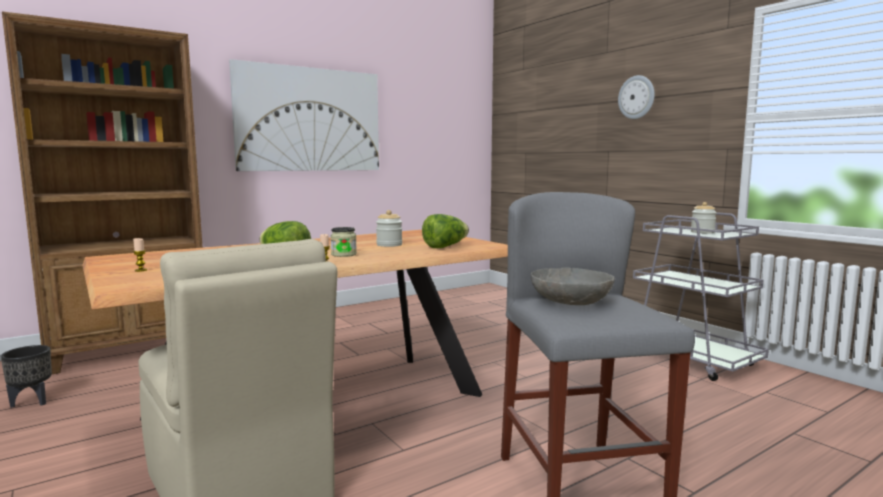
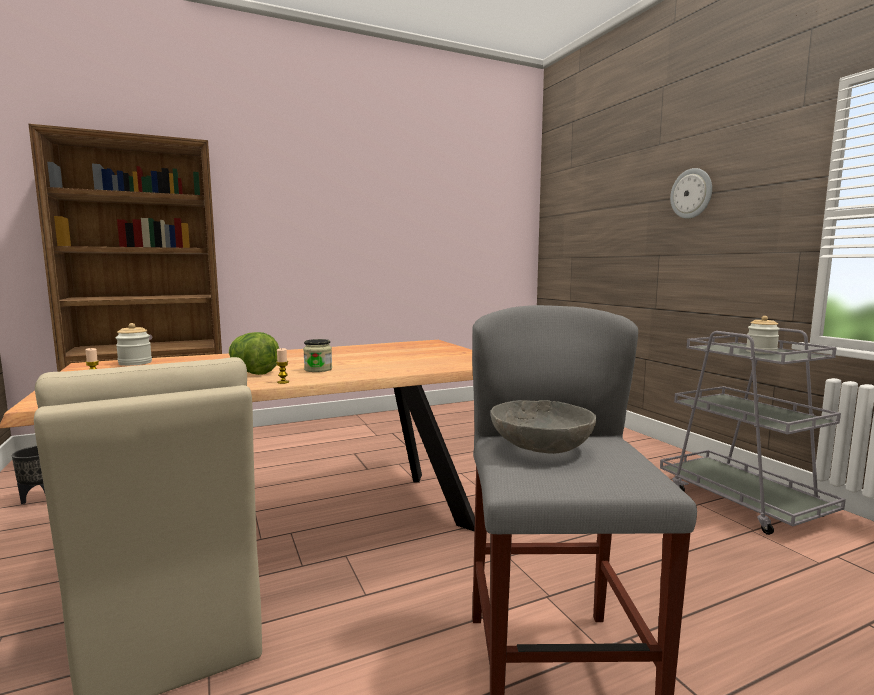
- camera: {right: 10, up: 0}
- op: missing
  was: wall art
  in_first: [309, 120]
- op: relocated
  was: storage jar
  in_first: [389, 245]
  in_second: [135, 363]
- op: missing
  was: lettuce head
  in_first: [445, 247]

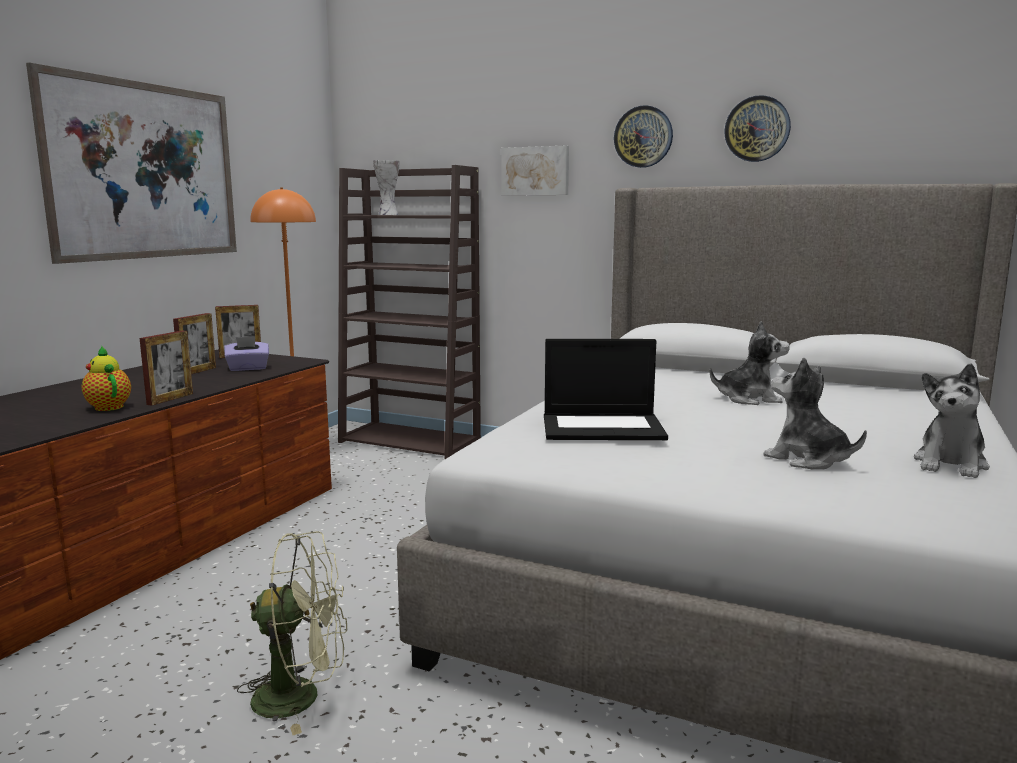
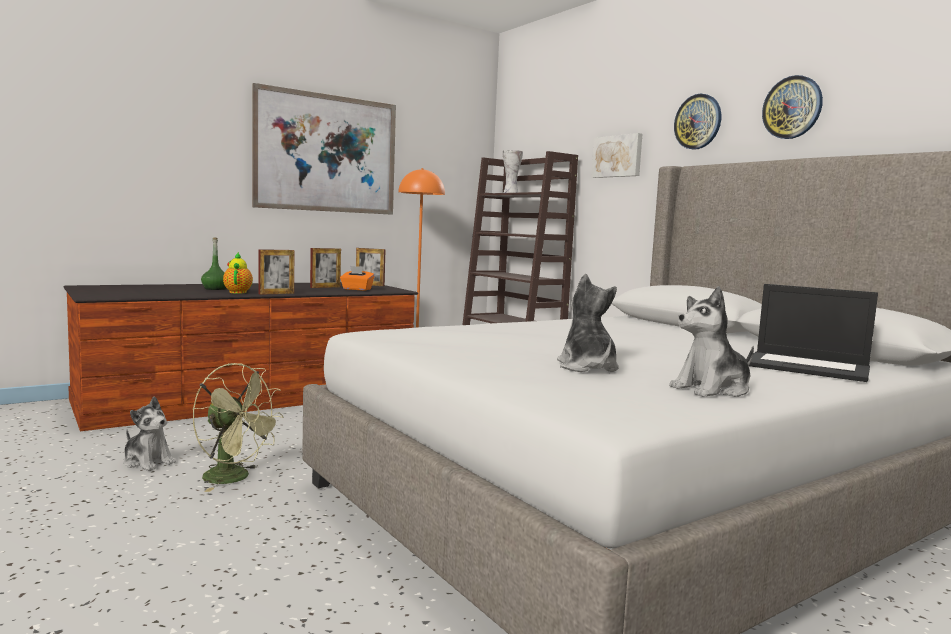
- camera: {right: 30, up: -5}
- op: relocated
  was: cuddly toy
  in_first: [748, 399]
  in_second: [148, 462]
- op: colour
  was: tissue holder (purplish)
  now: tissue holder (orange)
  in_first: [248, 368]
  in_second: [356, 289]
- op: relocated
  was: portable computer
  in_first: [603, 427]
  in_second: [808, 367]
- op: appeared
  now: beverage bottle (greenish)
  in_second: [215, 289]

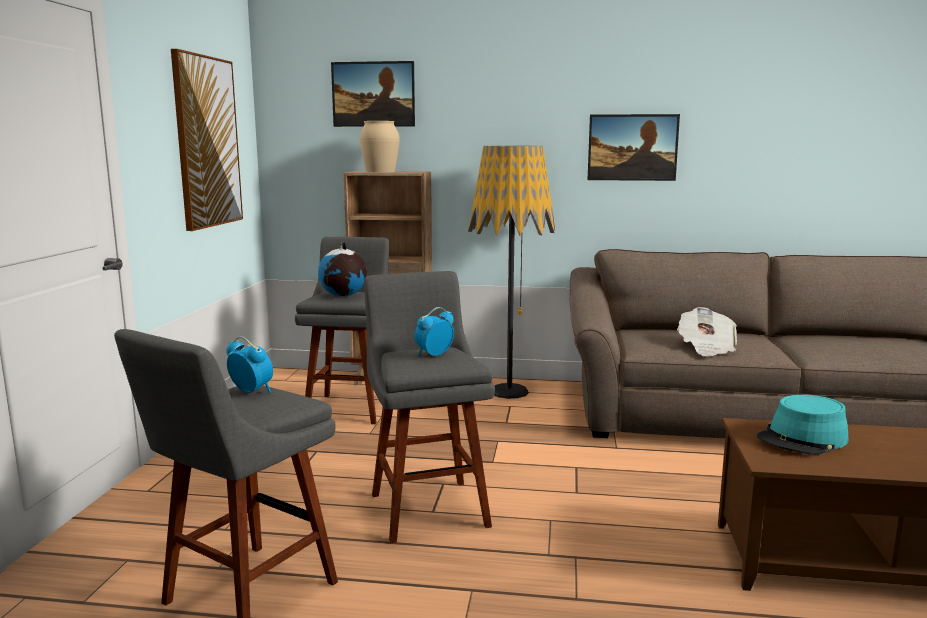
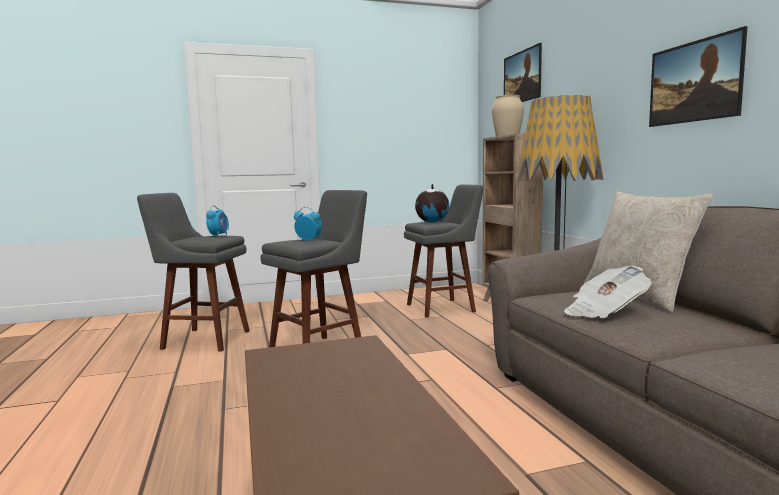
- camera: {right: 65, up: -5}
- op: missing
  was: wall art
  in_first: [207, 142]
- op: missing
  was: clothing hat (blue-green)
  in_first: [803, 439]
- op: appeared
  now: pillow (beige)
  in_second: [638, 297]

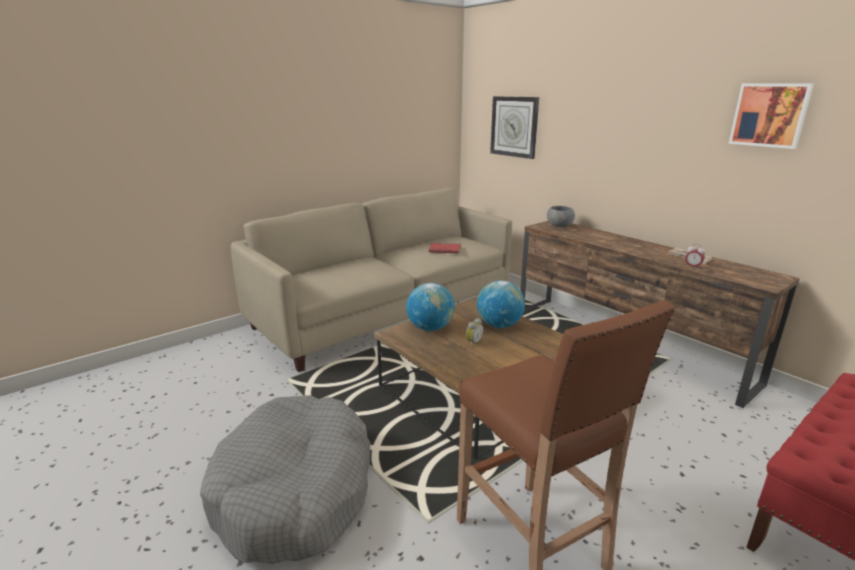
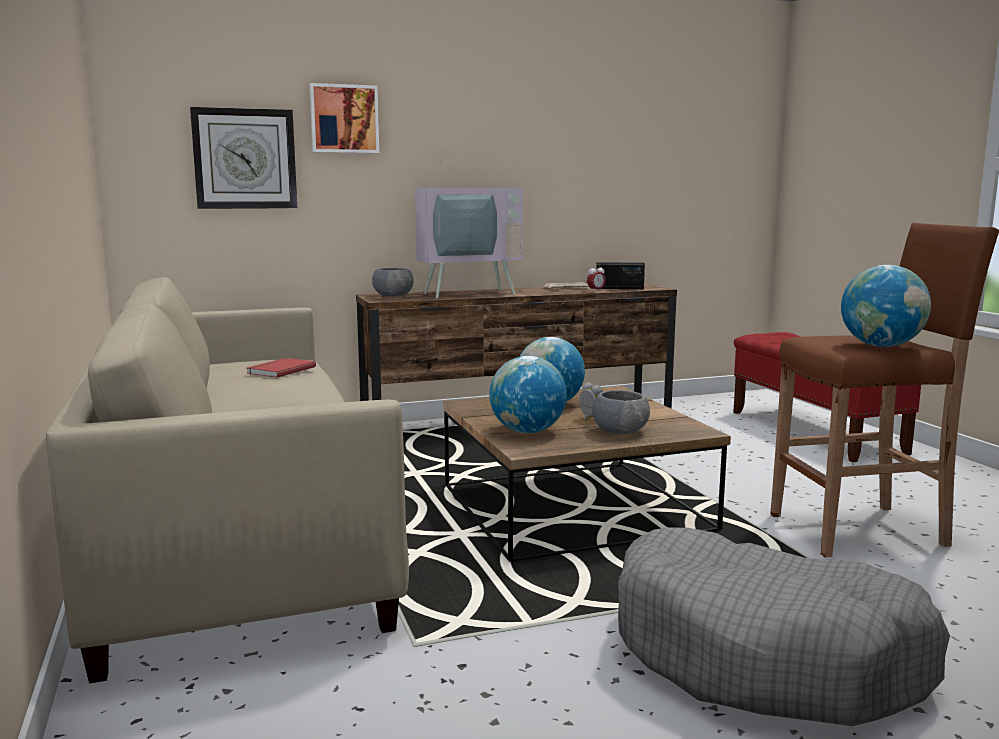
- camera: {right: -70, up: -10}
- op: relocated
  was: wall art
  in_first: [769, 115]
  in_second: [344, 119]
- op: appeared
  now: television
  in_second: [467, 293]
- op: appeared
  now: radio
  in_second: [619, 288]
- op: appeared
  now: globe
  in_second: [881, 346]
- op: appeared
  now: serving bowl (gray)
  in_second: [620, 431]

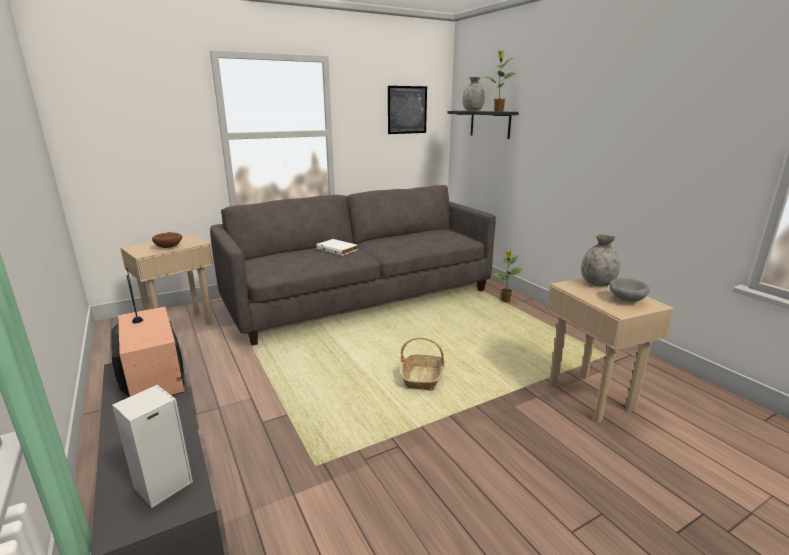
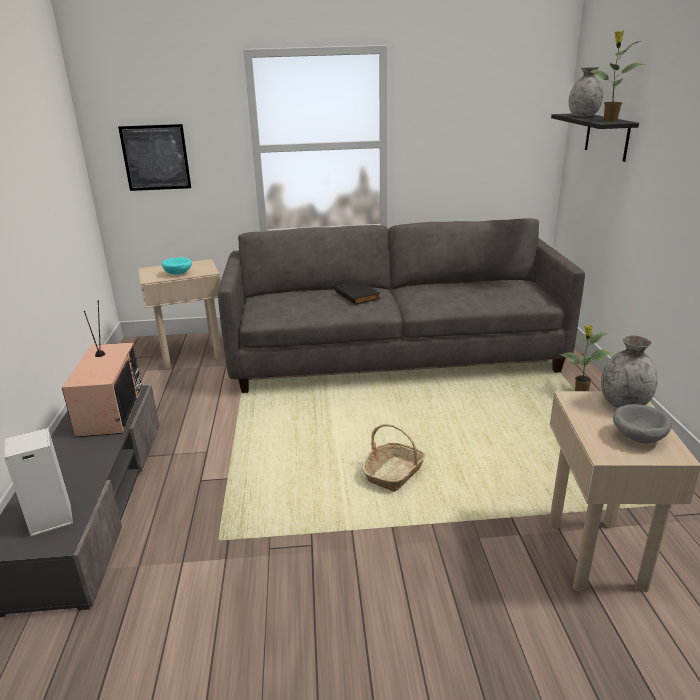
- camera: {right: 25, up: 5}
- op: relocated
  was: wall art
  in_first: [407, 110]
  in_second: [155, 157]
- op: colour
  was: serving bowl (brownish)
  now: serving bowl (blue-green)
  in_first: [169, 247]
  in_second: [179, 274]
- op: colour
  was: book (white)
  now: book (black-coloured)
  in_first: [338, 249]
  in_second: [358, 295]

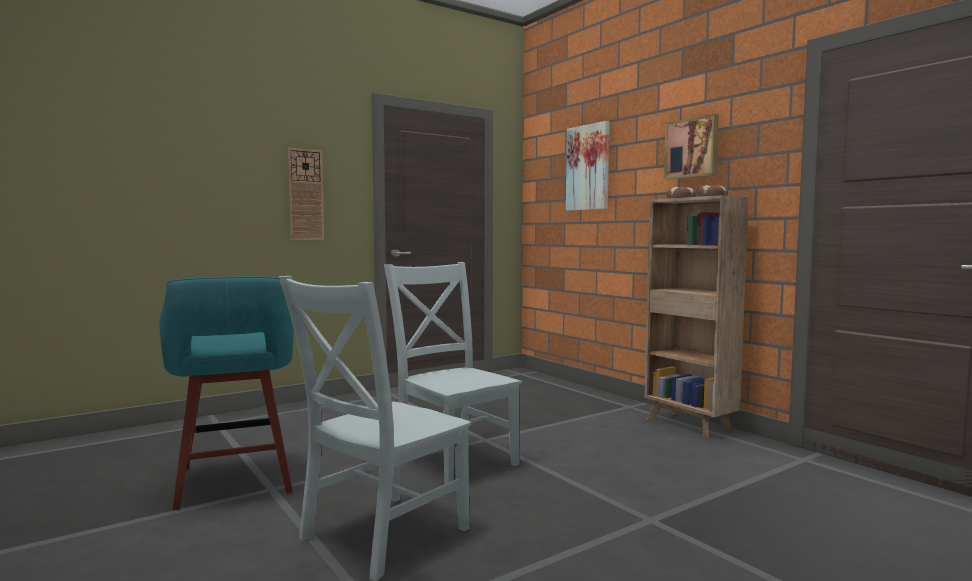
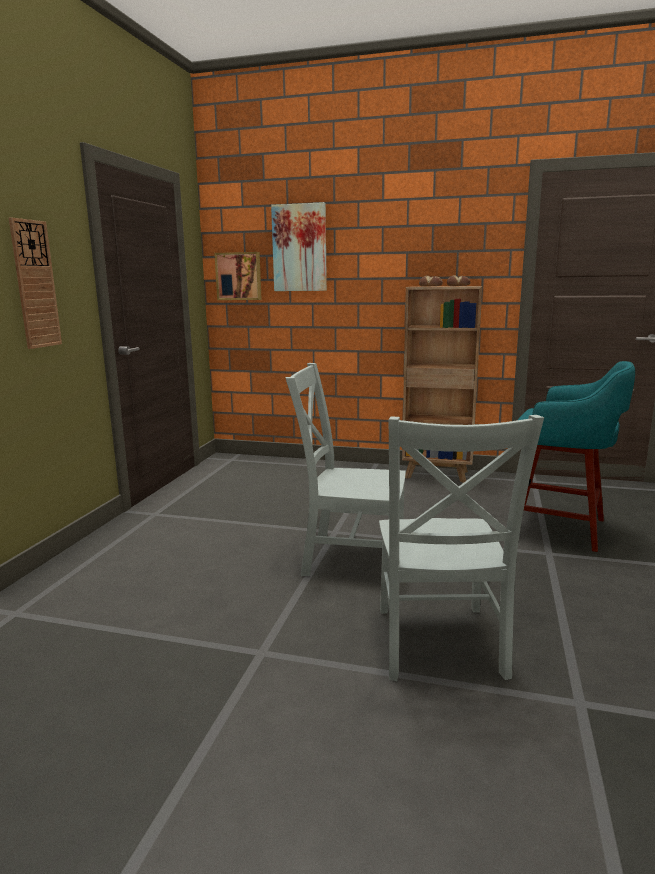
- camera: {right: -40, up: 10}
- op: relocated
  was: wall art
  in_first: [692, 148]
  in_second: [239, 276]
- op: relocated
  was: stool seat (blue-green)
  in_first: [234, 482]
  in_second: [559, 528]

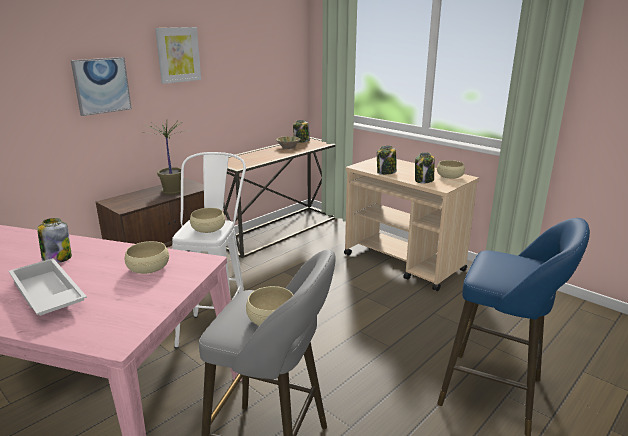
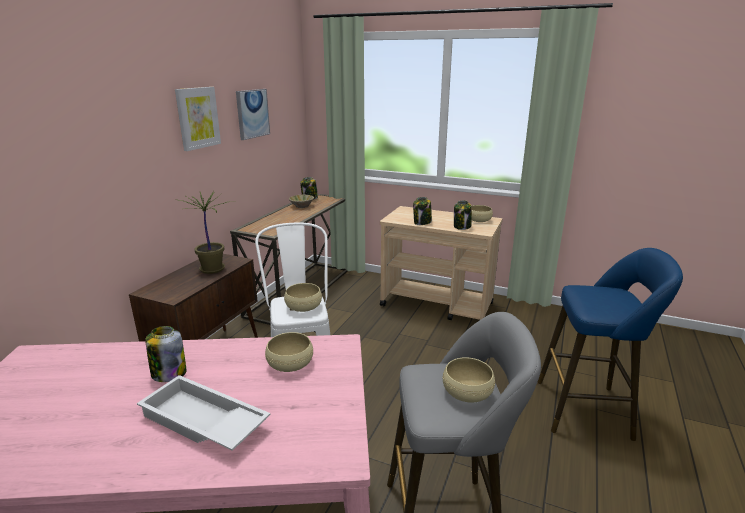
- camera: {right: -20, up: 0}
- op: relocated
  was: wall art
  in_first: [101, 85]
  in_second: [252, 113]

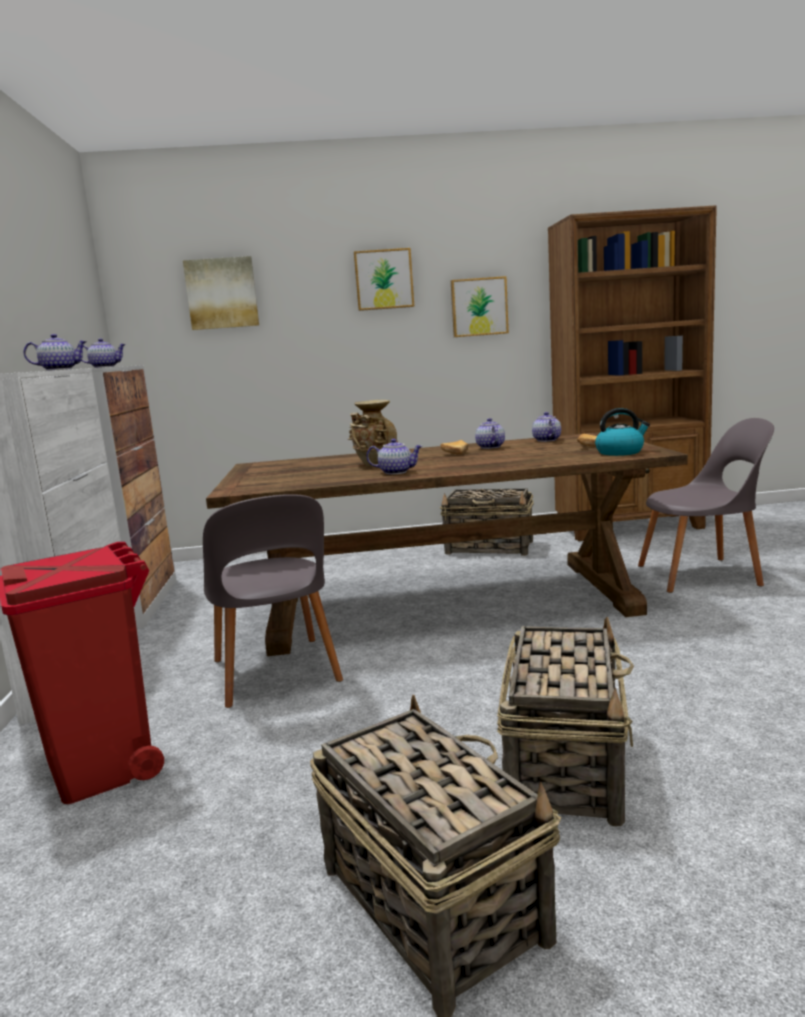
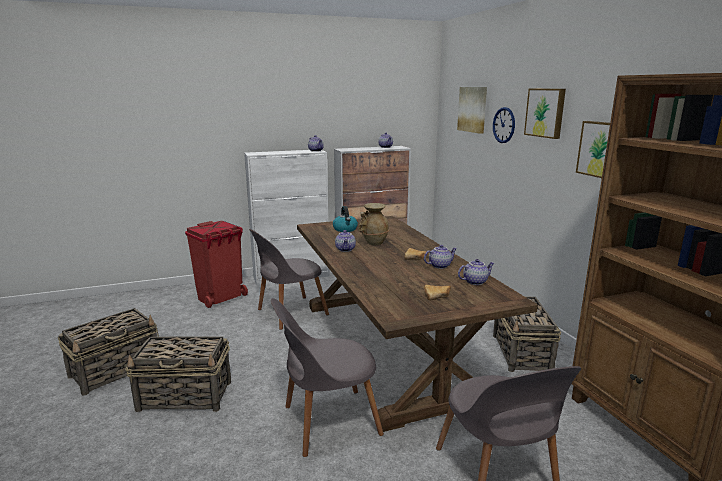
- camera: {right: 75, up: 5}
- op: relocated
  was: tea kettle
  in_first: [620, 452]
  in_second: [345, 229]
- op: appeared
  now: wall clock
  in_second: [504, 125]
- op: appeared
  now: plain chair (gray)
  in_second: [327, 421]

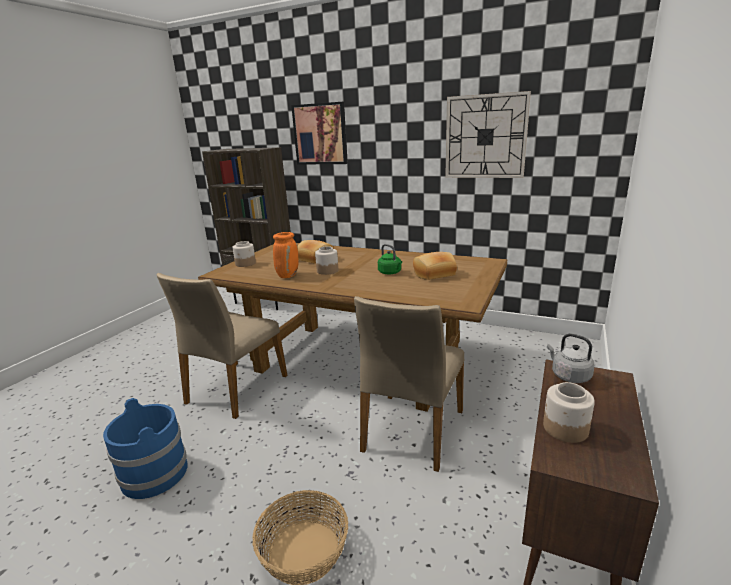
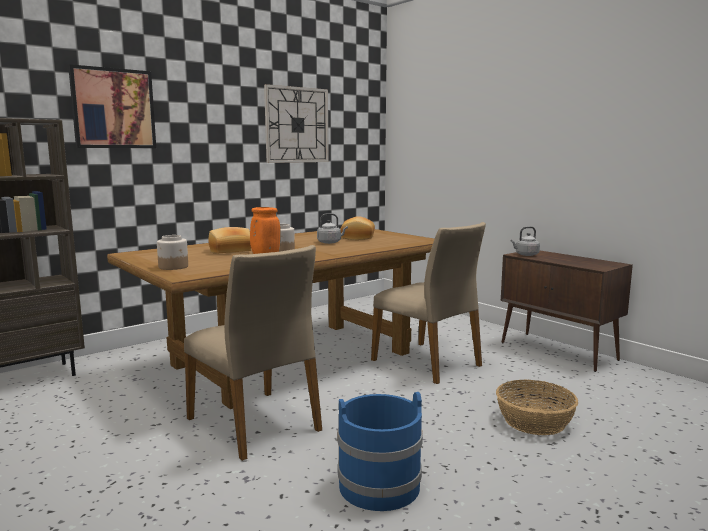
- camera: {right: -65, up: -10}
- op: colour
  was: tea kettle (greenish)
  now: tea kettle (gray)
  in_first: [390, 273]
  in_second: [330, 242]
- op: missing
  was: storage jar
  in_first: [565, 429]

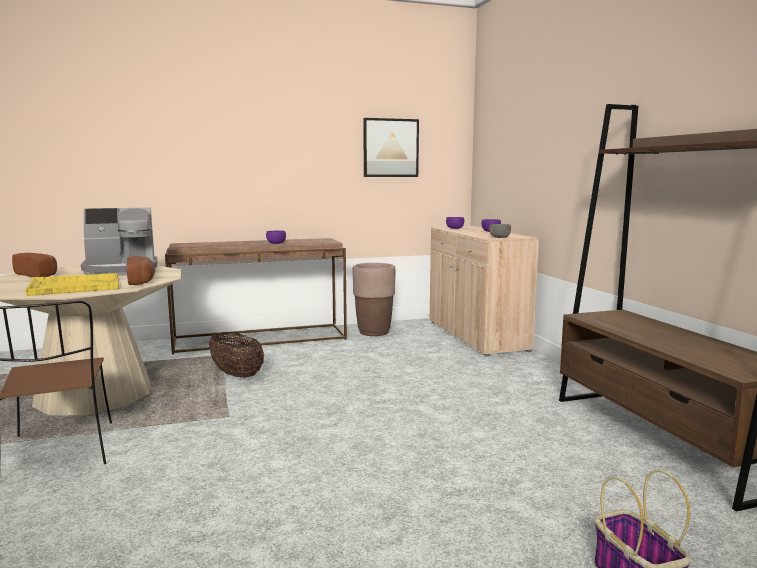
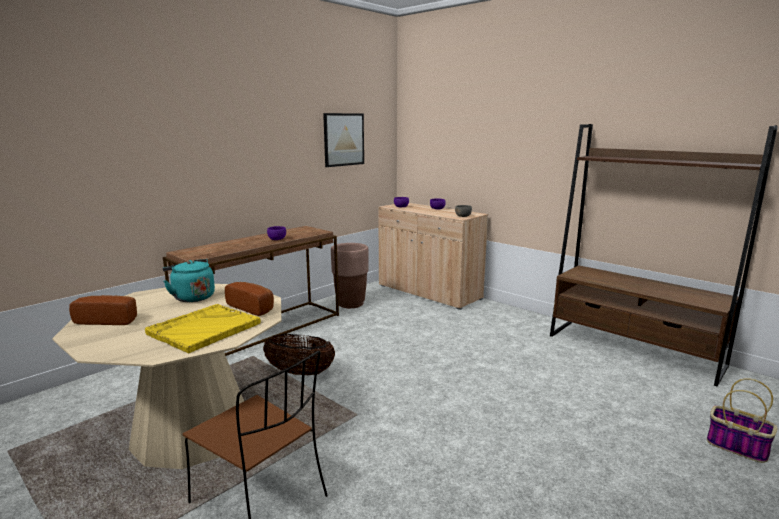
- camera: {right: -30, up: 5}
- op: exchanged
  was: coffee brewer
  now: tea kettle (blue-green)
  in_first: [122, 270]
  in_second: [192, 297]

